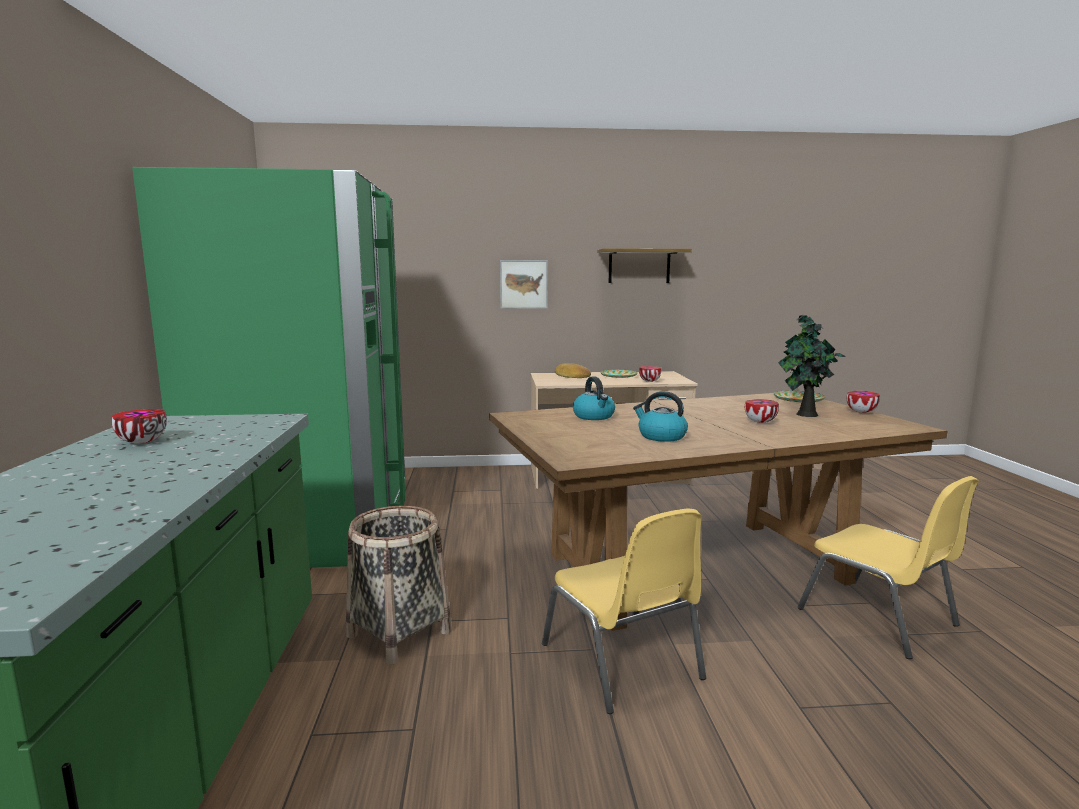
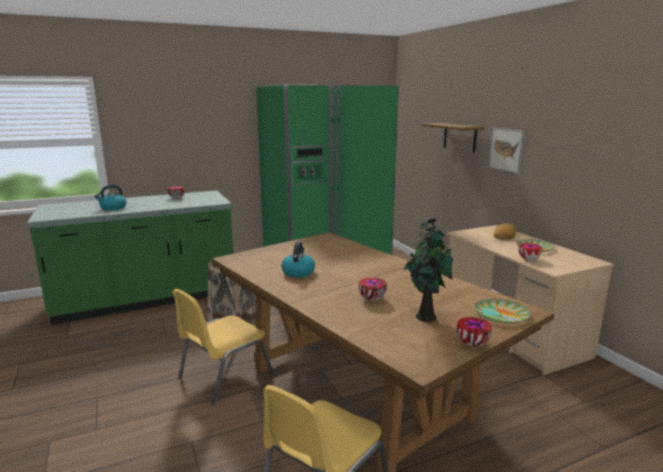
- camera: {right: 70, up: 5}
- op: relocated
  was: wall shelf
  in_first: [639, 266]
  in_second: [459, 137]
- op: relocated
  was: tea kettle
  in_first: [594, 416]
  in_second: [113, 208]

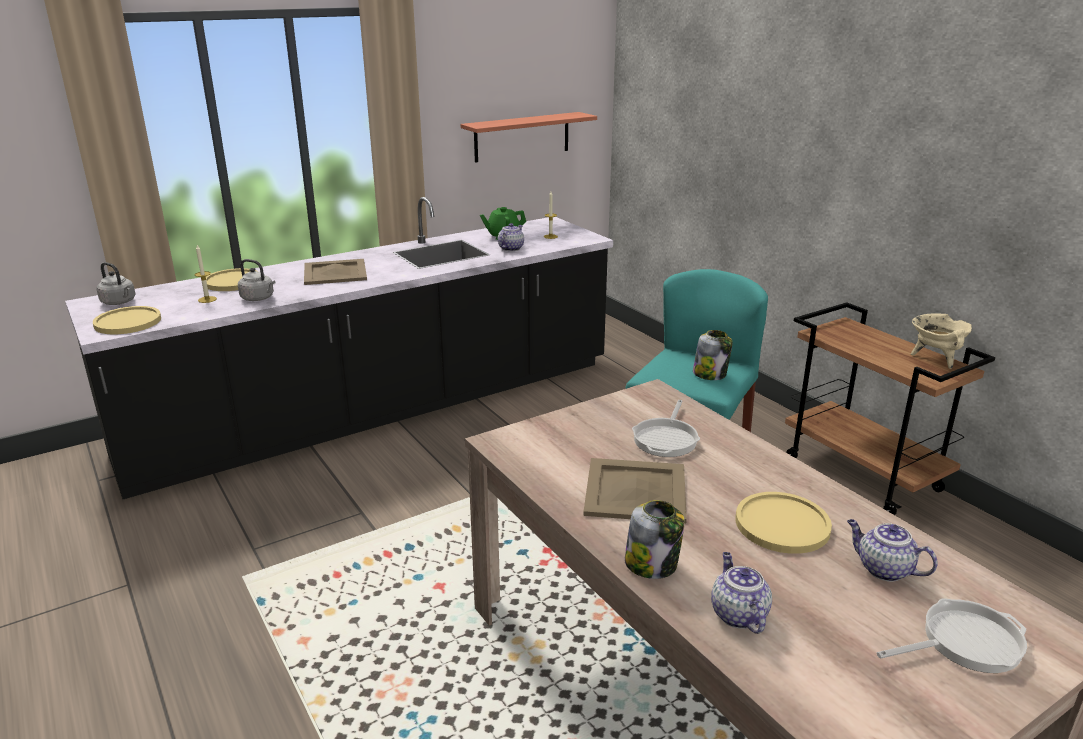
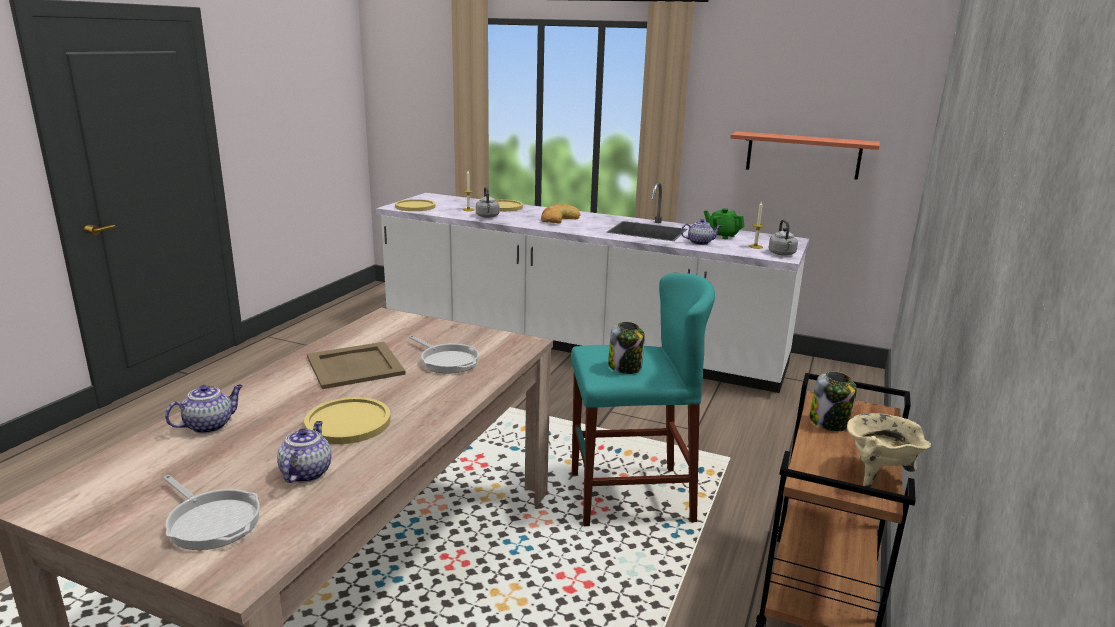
- camera: {right: 55, up: -5}
- op: colour
  was: kitchen counter (black-coloured)
  now: kitchen counter (white)
  in_first: [380, 409]
  in_second: [577, 342]
- op: exchanged
  was: serving tray (beige)
  now: bakery bread
  in_first: [335, 272]
  in_second: [558, 219]
- op: relocated
  was: tea kettle (gray)
  in_first: [120, 302]
  in_second: [782, 254]
- op: spun
  was: pan
  in_first: [666, 439]
  in_second: [447, 360]
  clockwise: -120
- op: relocated
  was: storage jar
  in_first: [652, 564]
  in_second: [829, 422]

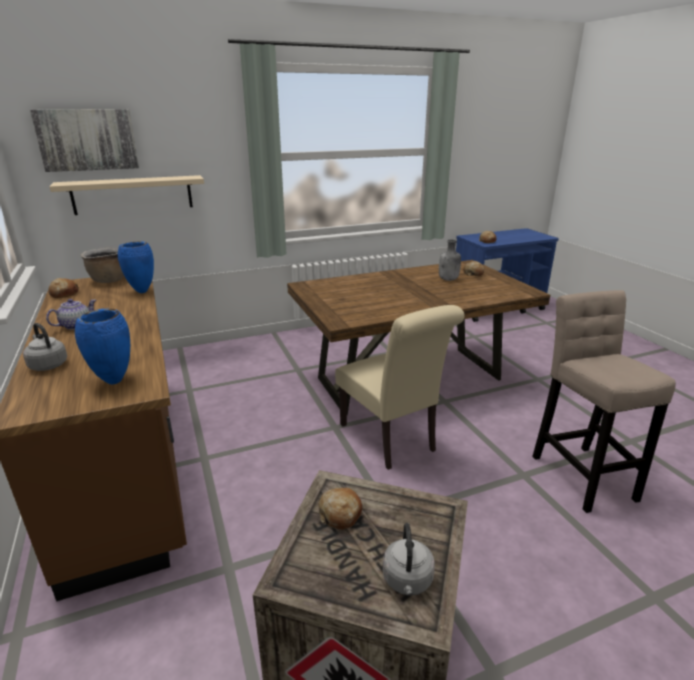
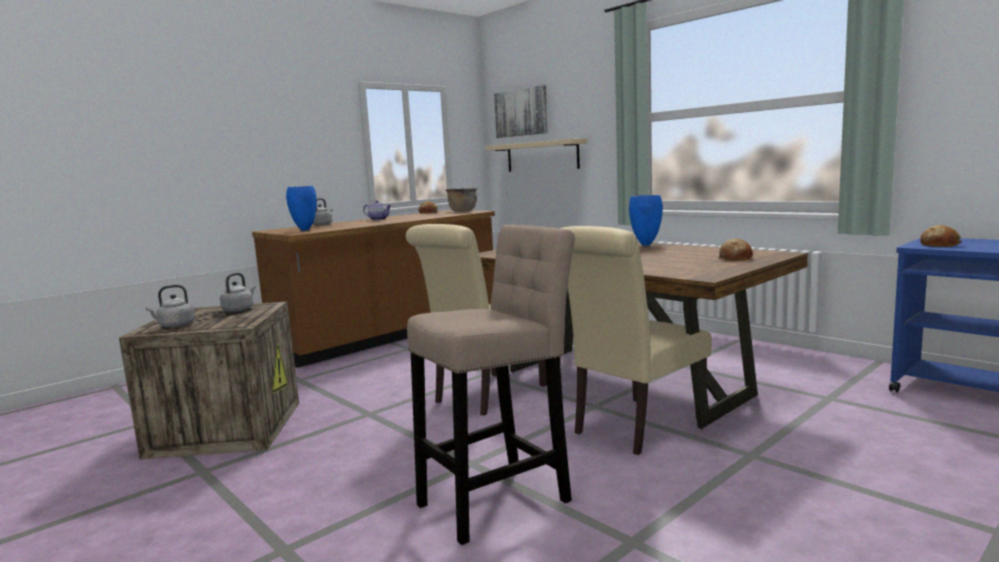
- camera: {right: 70, up: -15}
- op: missing
  was: beverage bottle (gray)
  in_first: [448, 279]
- op: relocated
  was: vase (blue-coloured)
  in_first: [142, 291]
  in_second: [646, 245]
- op: exchanged
  was: bakery bread
  now: tea kettle (gray)
  in_first: [340, 513]
  in_second: [239, 309]
- op: appeared
  now: plain chair (beige)
  in_second: [633, 427]

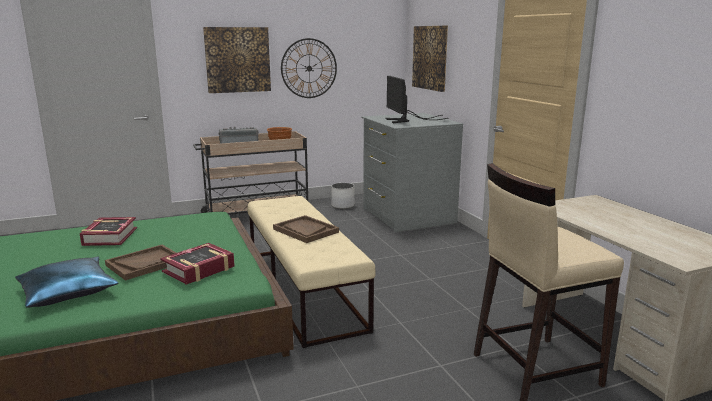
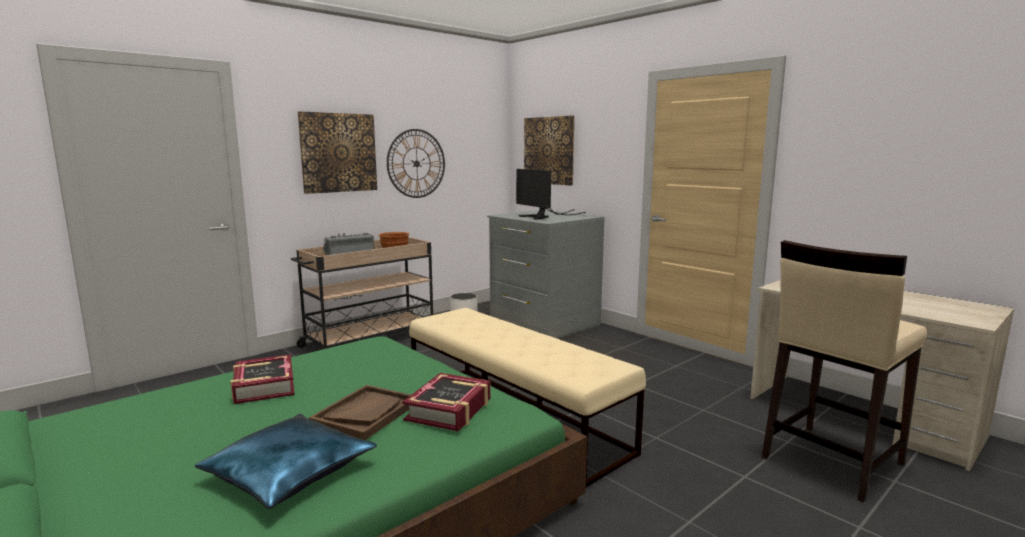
- camera: {right: -20, up: -5}
- op: missing
  was: serving tray (brownish)
  in_first: [305, 230]

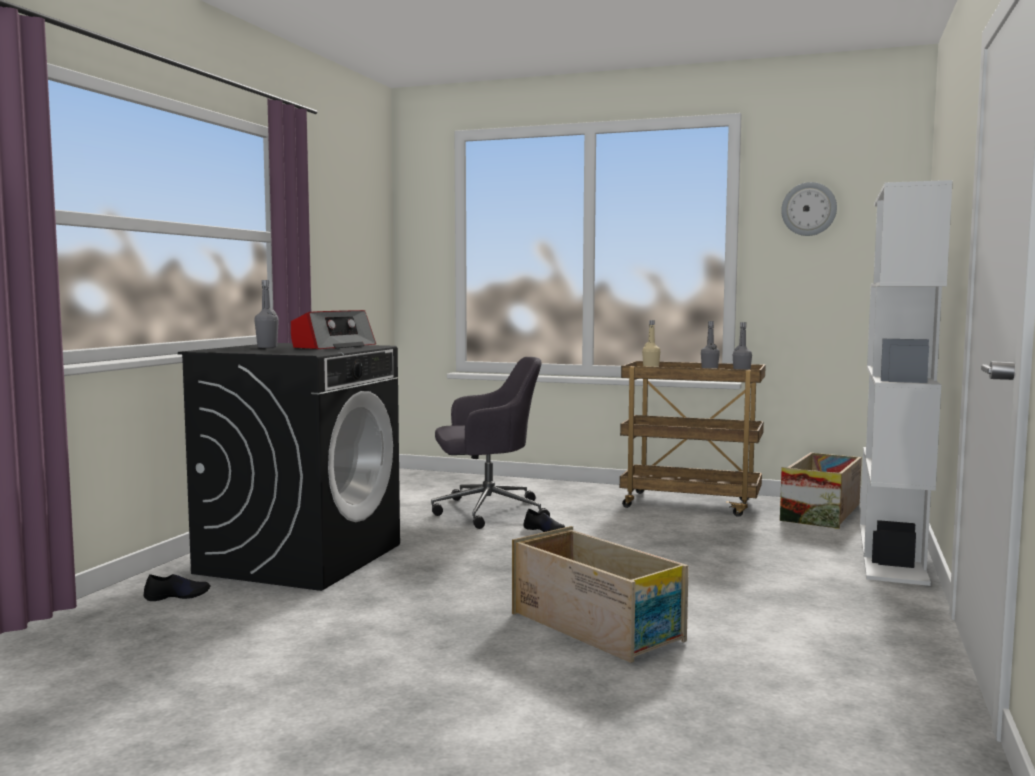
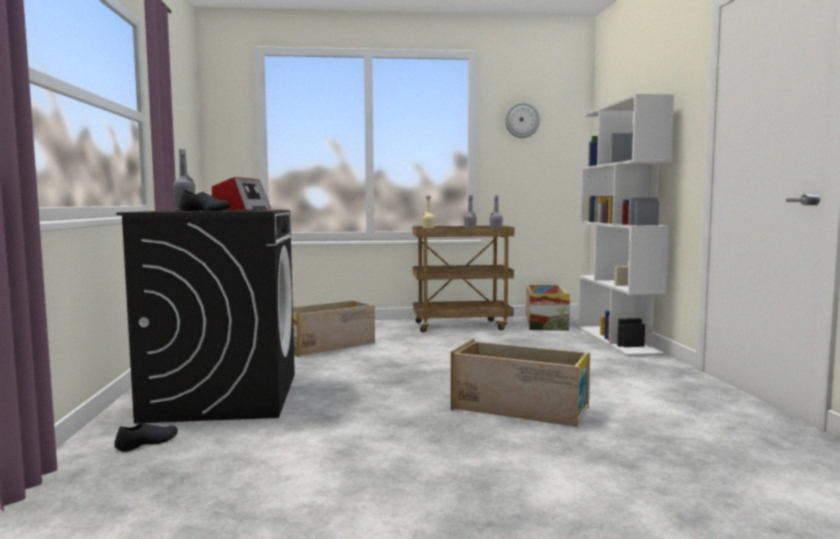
- camera: {right: -25, up: 0}
- op: exchanged
  was: computer chair (gray)
  now: crate
  in_first: [486, 512]
  in_second: [328, 345]
- op: relocated
  was: shoe (black-coloured)
  in_first: [545, 530]
  in_second: [205, 211]

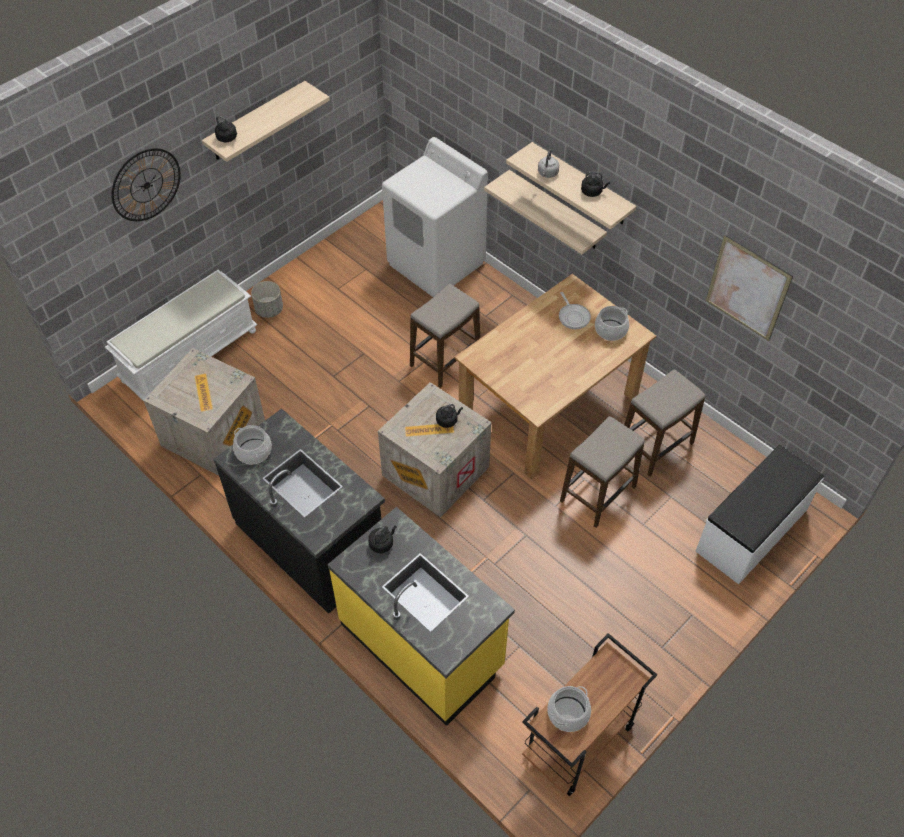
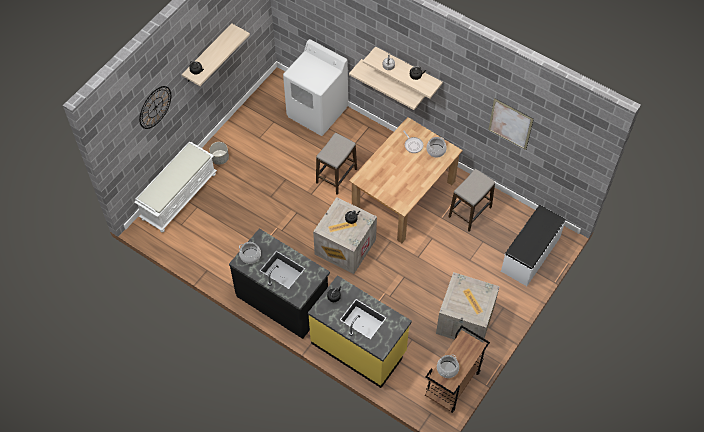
- camera: {right: -10, up: 5}
- op: relocated
  was: crate
  in_first: [215, 434]
  in_second: [466, 320]
- op: missing
  was: stool seat
  in_first: [598, 494]

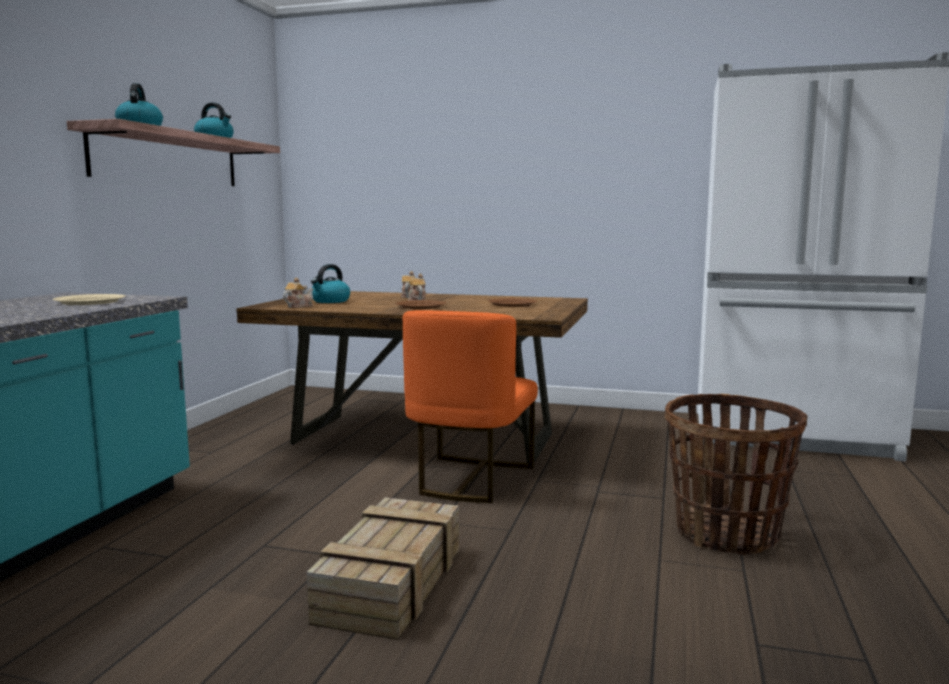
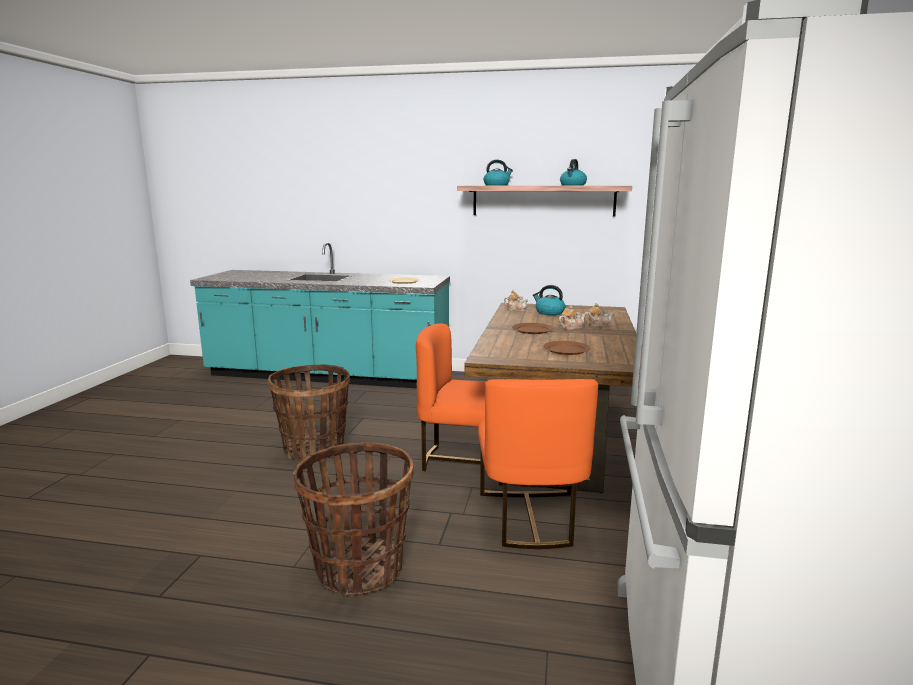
- camera: {right: 85, up: 5}
- op: exchanged
  was: crate
  now: basket
  in_first: [391, 582]
  in_second: [314, 449]
- op: appeared
  now: plain chair (orange)
  in_second: [530, 518]

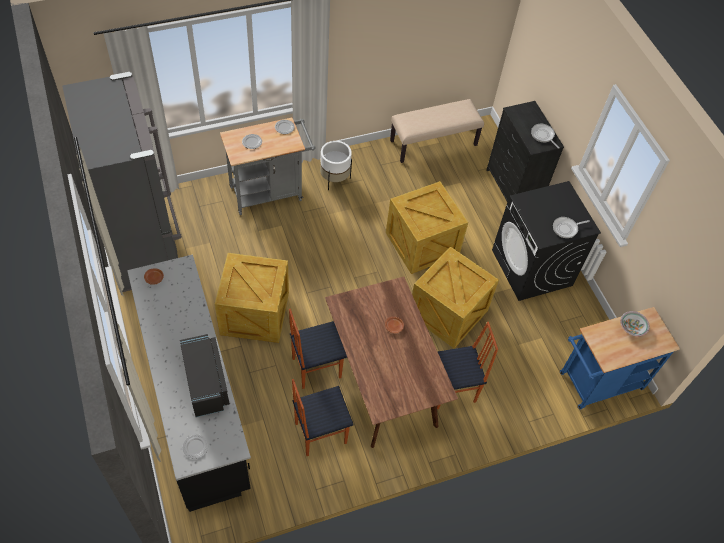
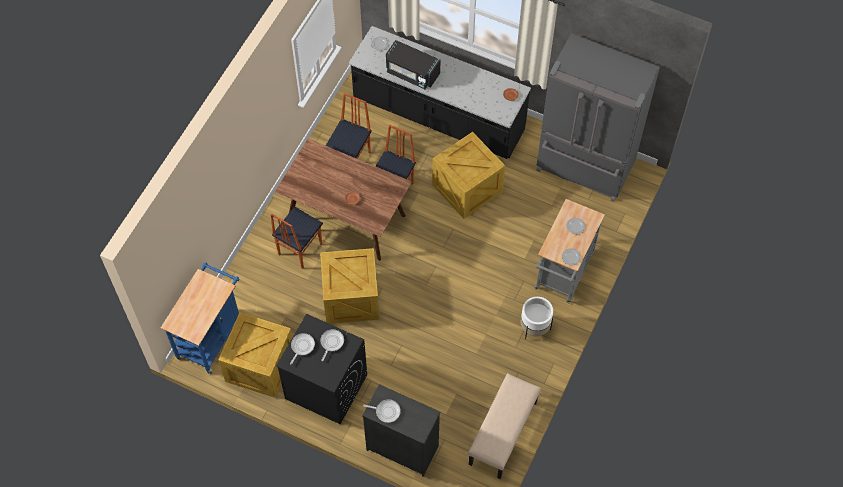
- camera: {right: 140, up: 5}
- op: relocated
  was: crate
  in_first: [423, 244]
  in_second: [259, 366]
- op: missing
  was: serving bowl
  in_first: [632, 327]
- op: appeared
  now: pan
  in_second: [331, 343]

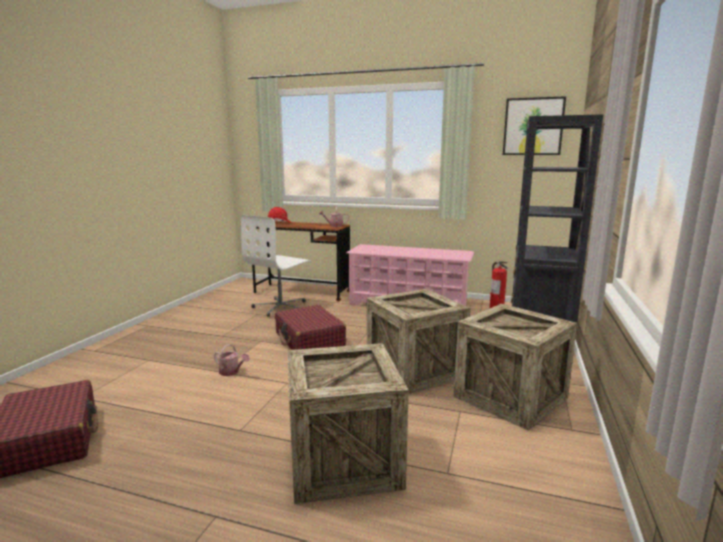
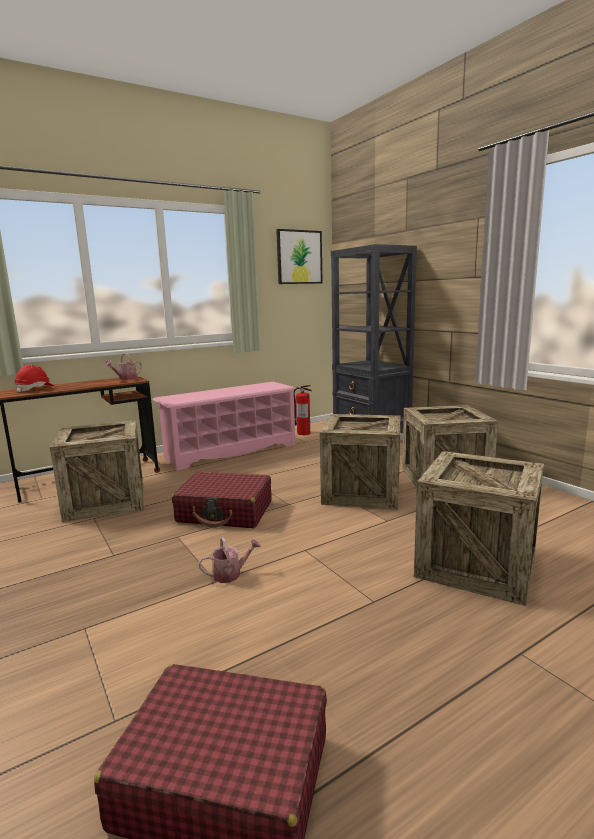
- camera: {right: -50, up: 0}
- op: exchanged
  was: computer chair (white)
  now: crate
  in_first: [281, 307]
  in_second: [106, 501]

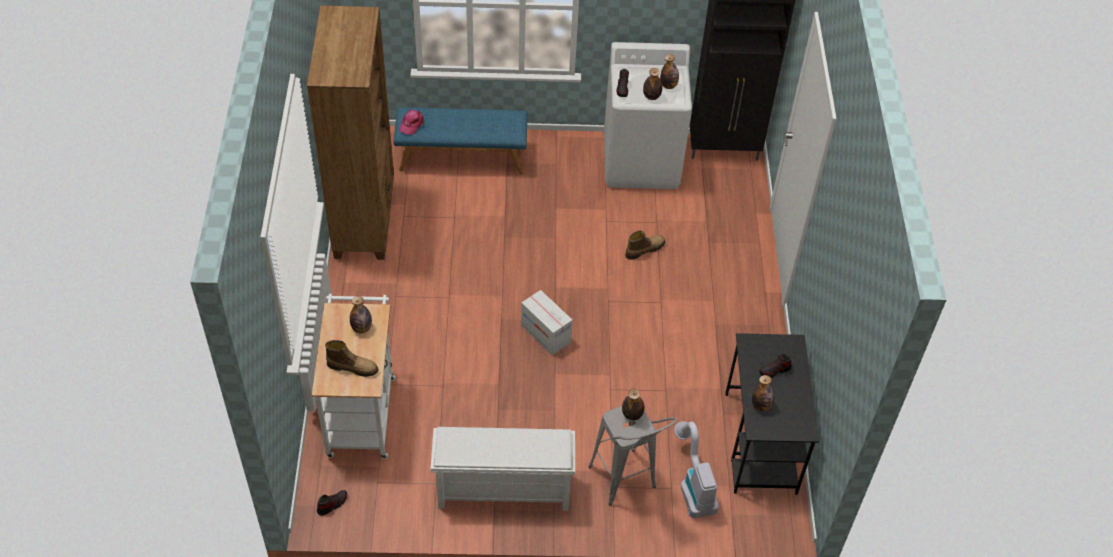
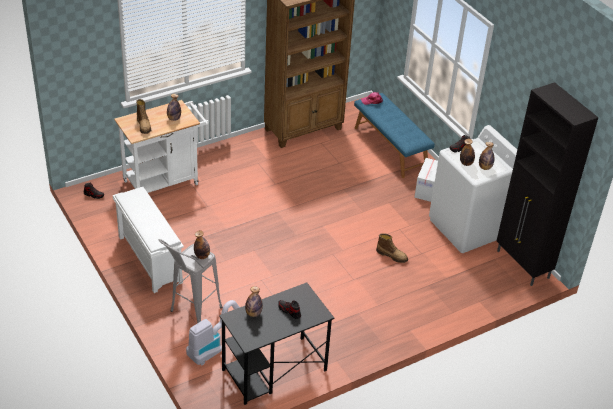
- camera: {right: 60, up: -10}
- op: relocated
  was: carton
  in_first: [546, 334]
  in_second: [427, 189]

